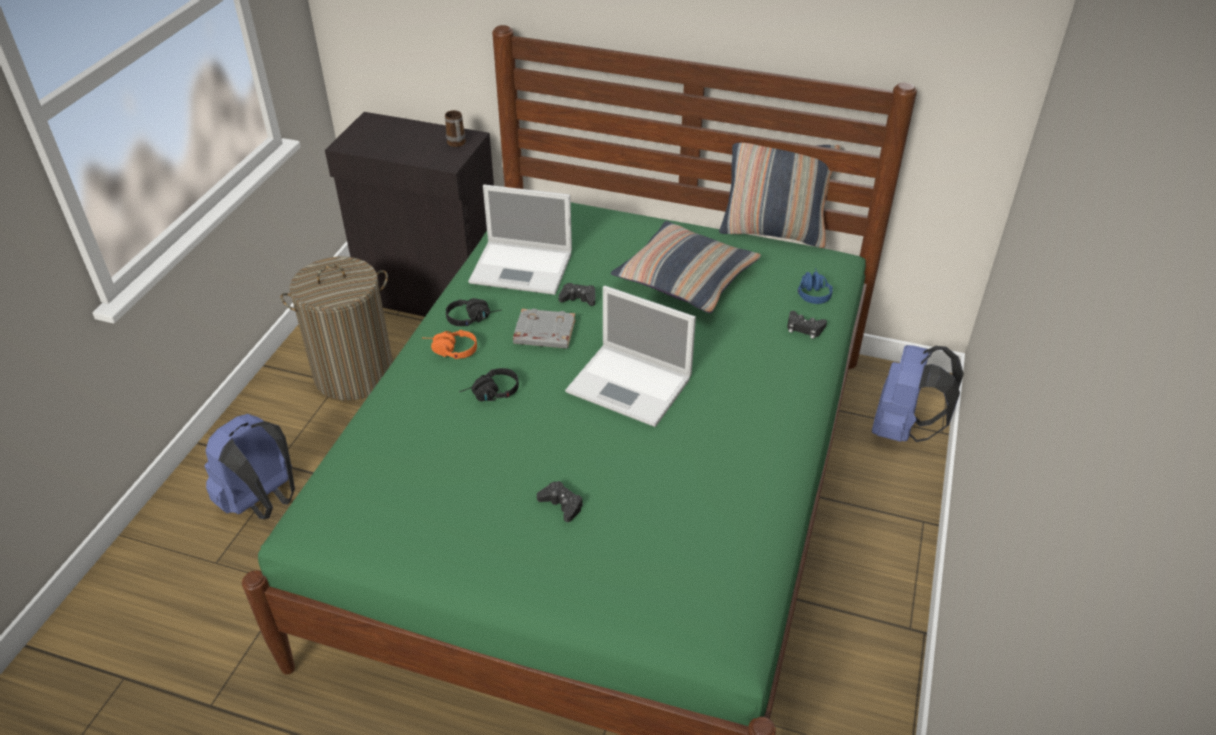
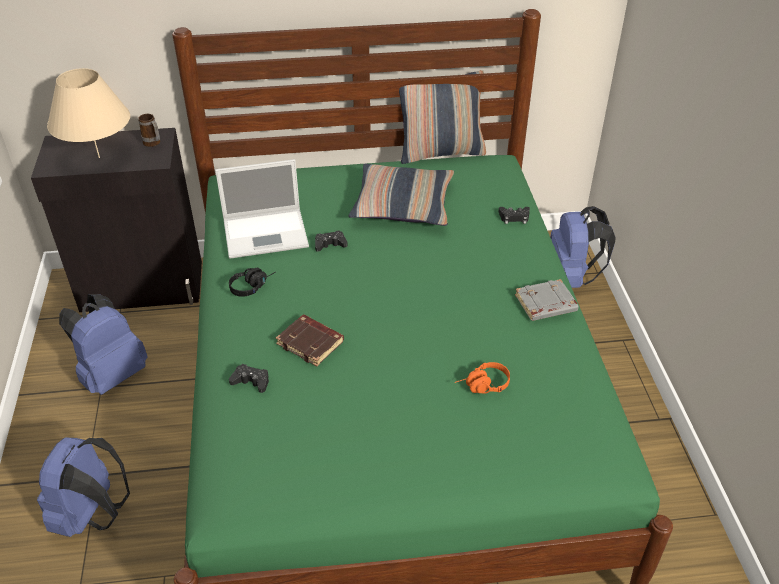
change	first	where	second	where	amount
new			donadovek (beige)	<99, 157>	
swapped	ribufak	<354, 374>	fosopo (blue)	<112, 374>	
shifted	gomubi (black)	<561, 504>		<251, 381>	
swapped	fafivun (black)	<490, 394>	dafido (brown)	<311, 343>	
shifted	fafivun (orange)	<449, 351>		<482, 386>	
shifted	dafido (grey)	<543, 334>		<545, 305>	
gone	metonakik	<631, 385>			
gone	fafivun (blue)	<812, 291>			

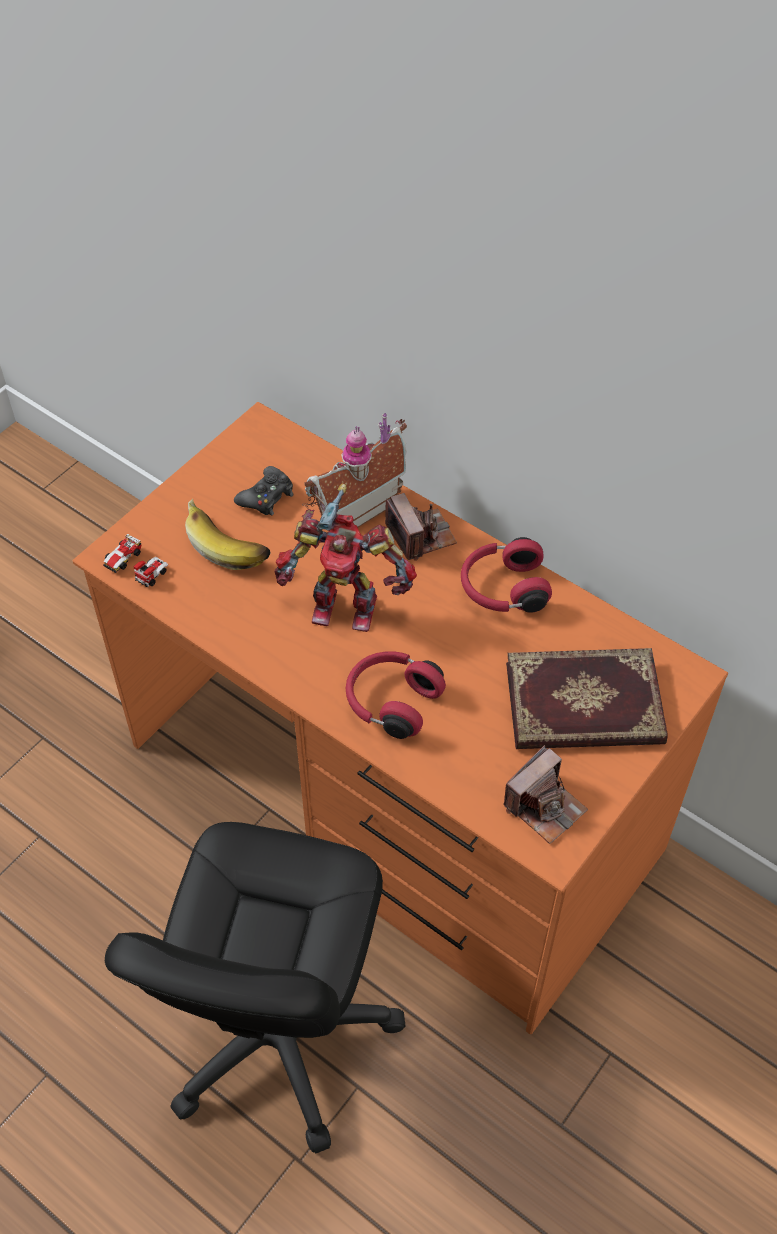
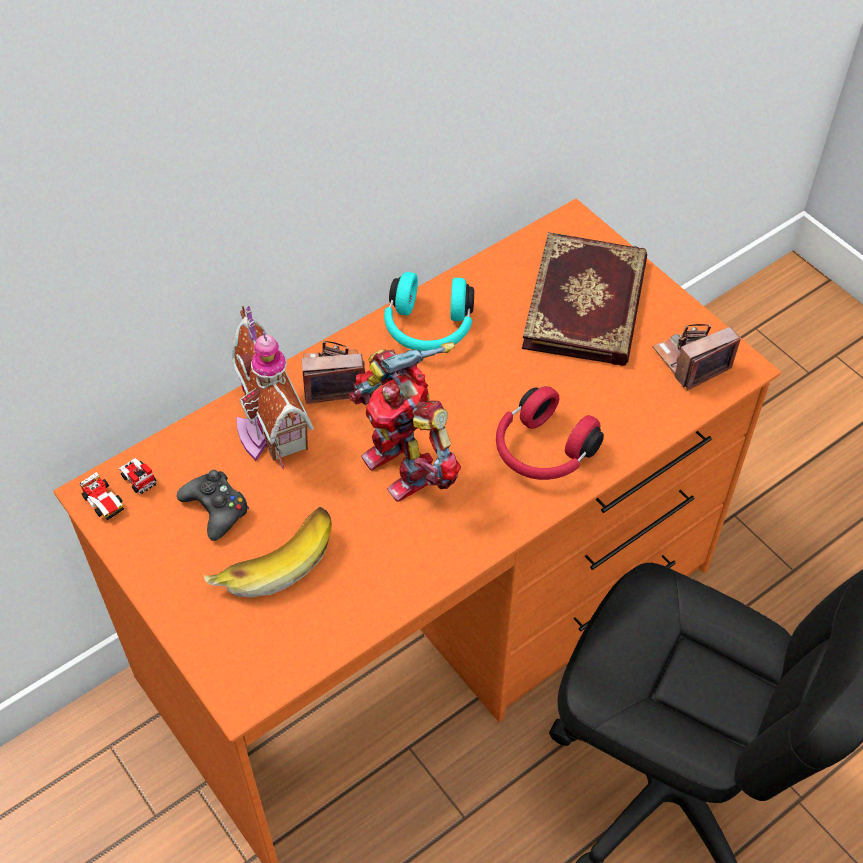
change	first	where	second	where	amount
shifted	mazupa	<136, 568>		<121, 492>	
rotated	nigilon	<345, 605>		<405, 465>	120 degrees clockwise
repainted	fafivun (red)	<502, 589>	fafivun (turquoise)	<428, 328>	
rotated	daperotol	<544, 806>		<691, 361>	90 degrees counterclockwise

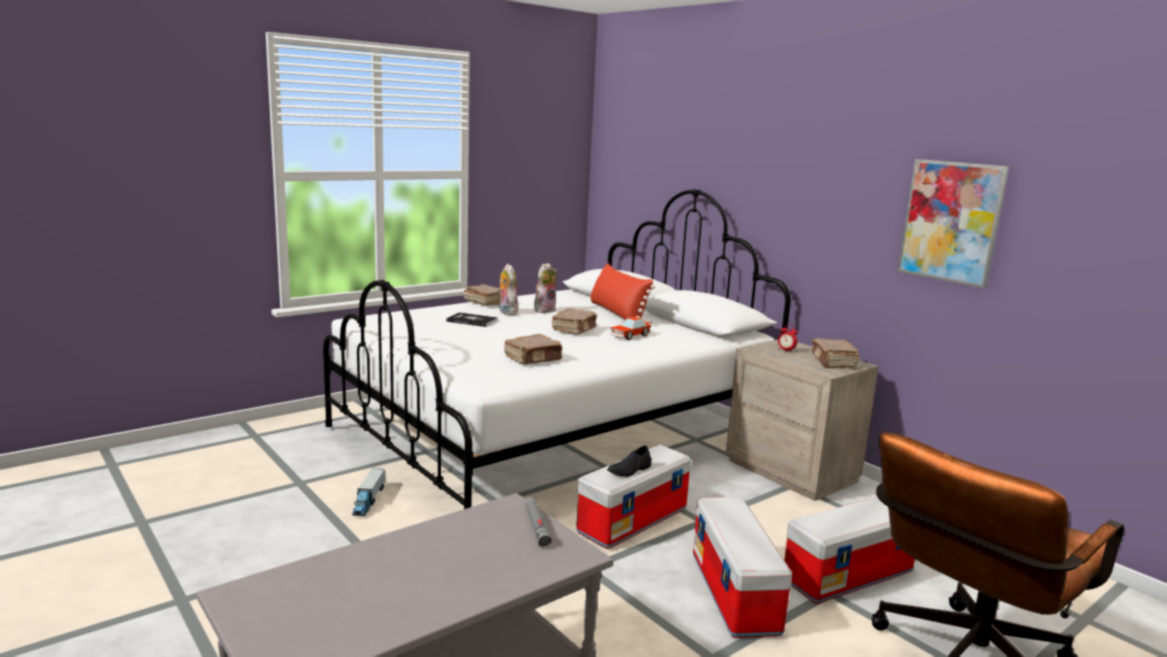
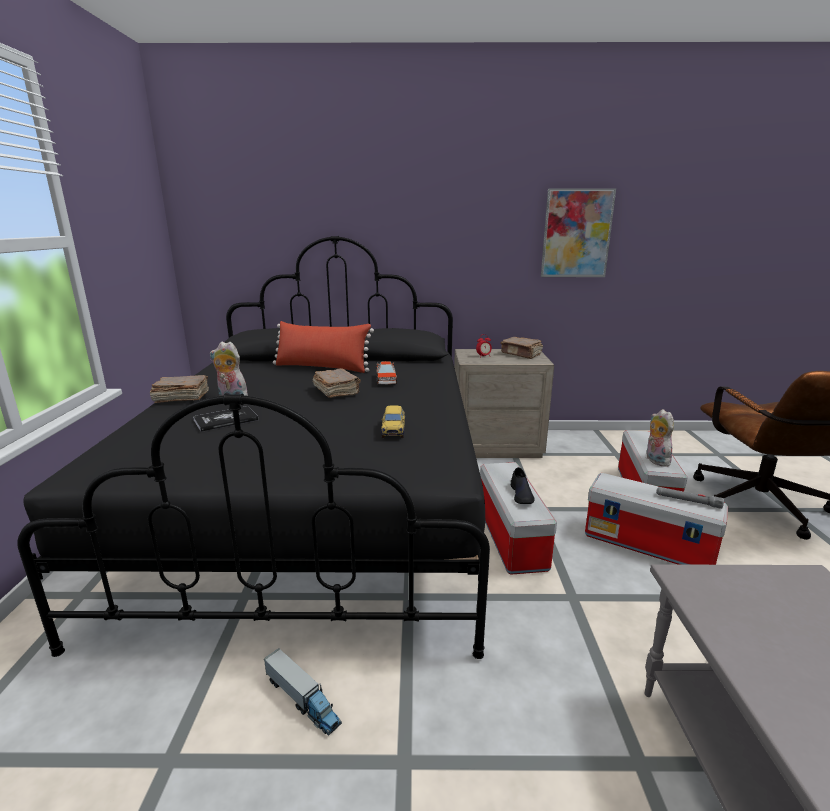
change	first	where	second	where	amount
repainted	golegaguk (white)	<553, 435>	golegaguk (black)	<321, 505>	
swapped	dafido (brown)	<533, 359>	mazupa	<393, 430>	
shifted	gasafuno	<544, 310>		<655, 460>	
shifted	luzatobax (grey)	<536, 526>		<688, 501>	

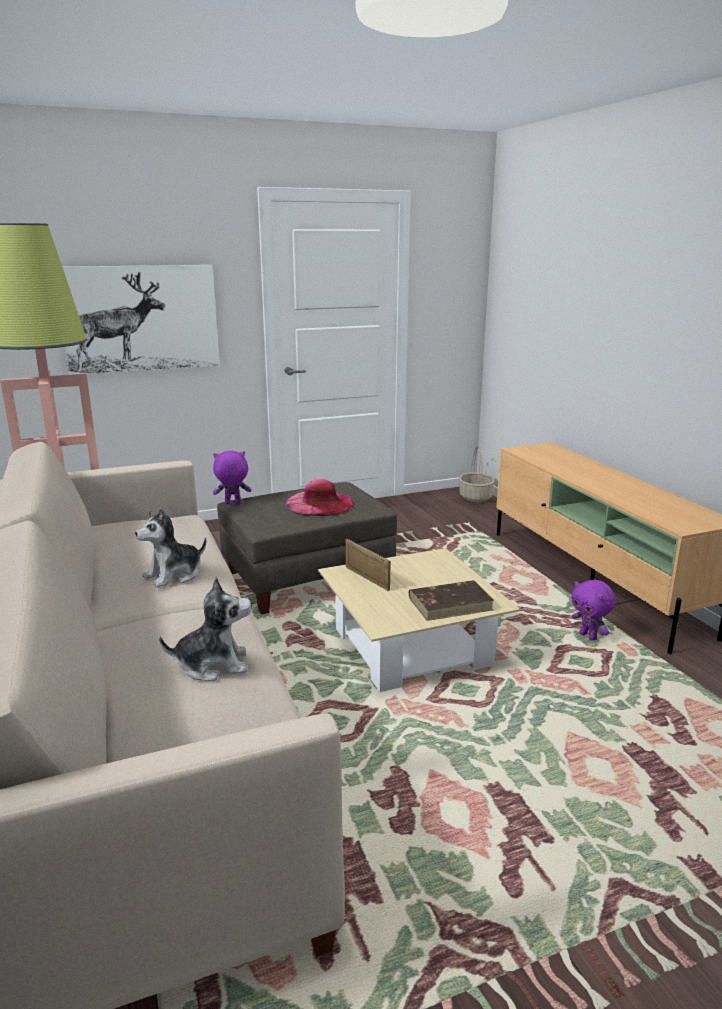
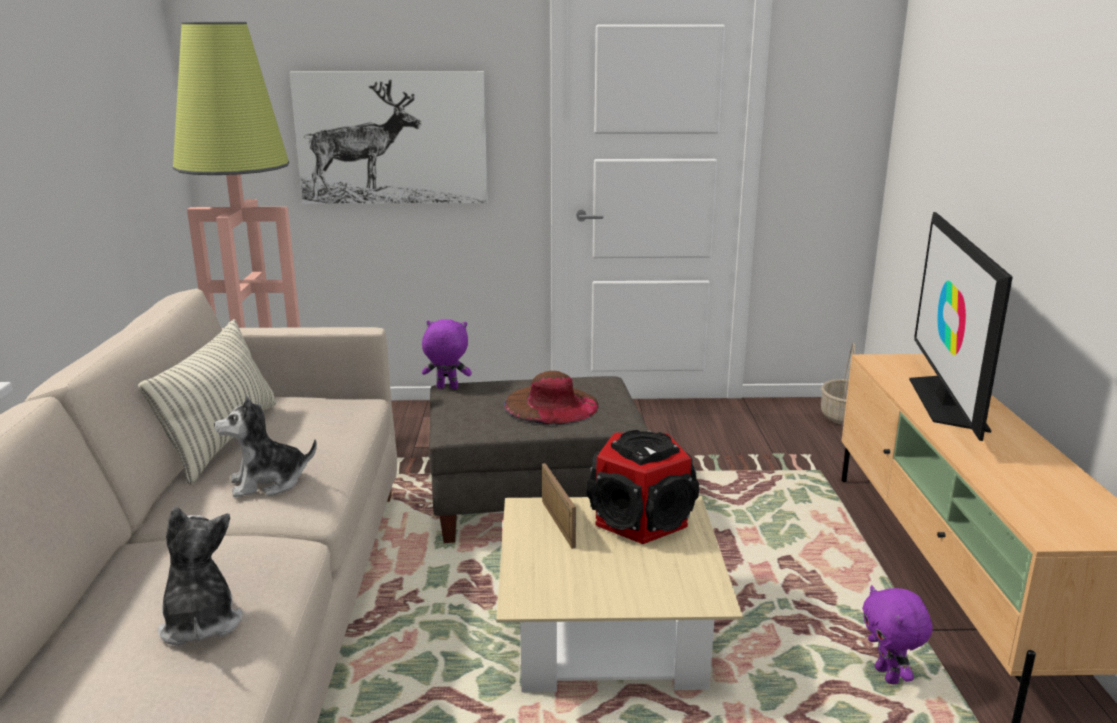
change	first	where	second	where	amount
new			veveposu	<223, 440>	
rotated	gasafuno	<213, 664>		<200, 623>	120 degrees counterclockwise
repainted	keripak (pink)	<320, 503>	keripak (brown)	<551, 404>	
new			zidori	<640, 519>	
new			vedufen	<945, 401>	
gone	dafido (brown)	<451, 603>			

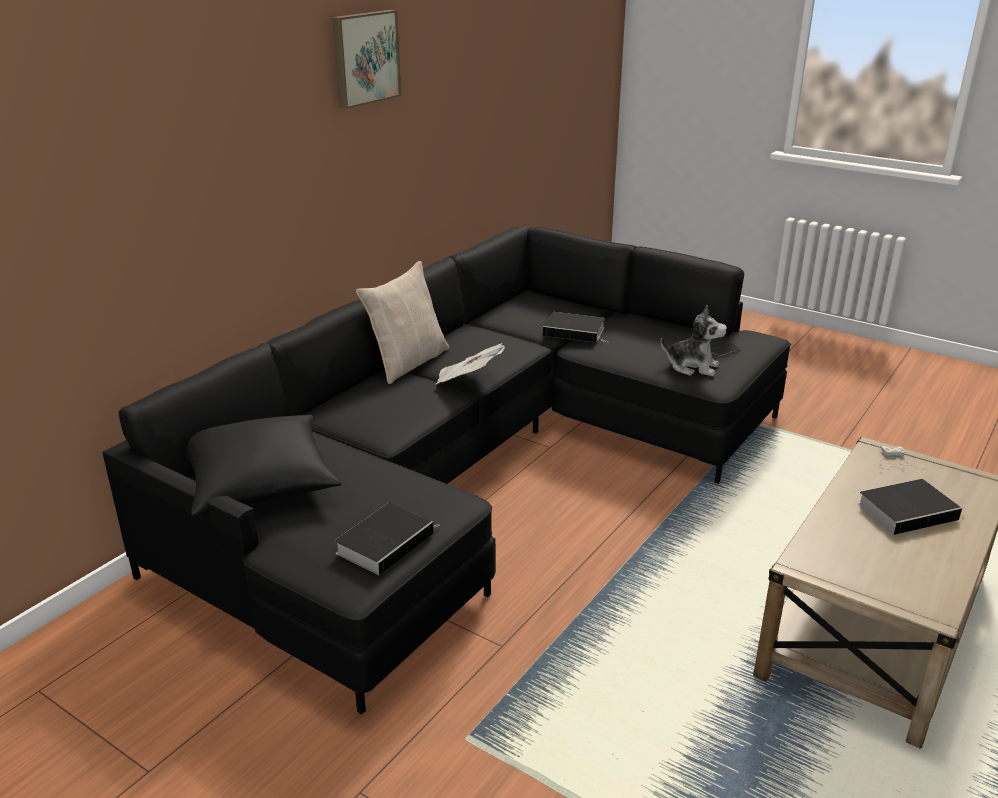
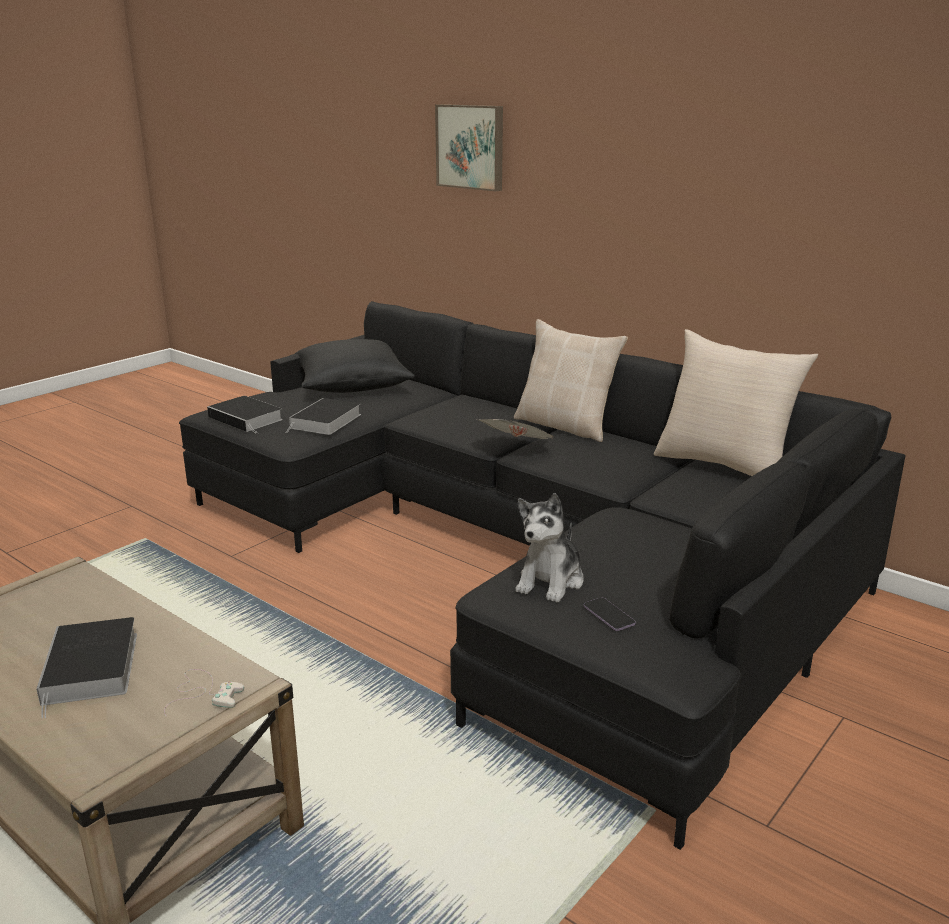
change	first	where	second	where	amount
shifted	dafido	<576, 331>		<325, 422>	
shifted	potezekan	<364, 58>		<471, 147>	
new			veveposu (beige)	<724, 465>	

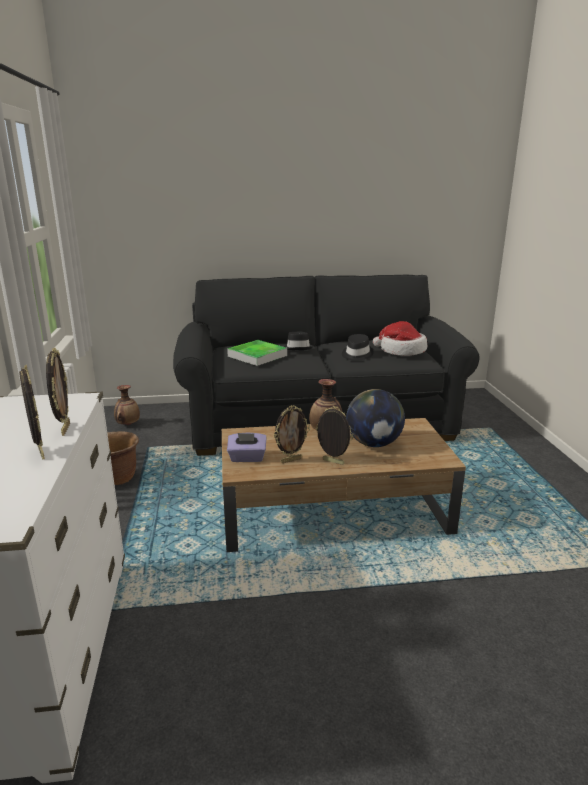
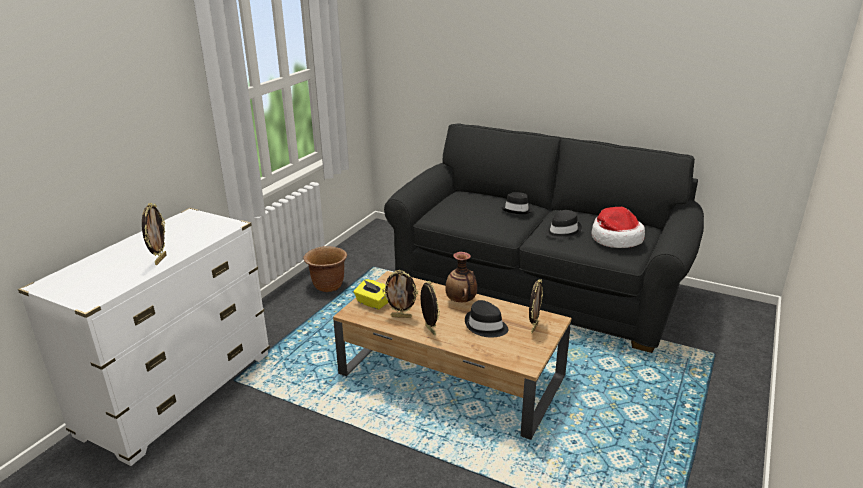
change	first	where	second	where	amount
repainted	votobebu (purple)	<247, 458>	votobebu (yellow)	<372, 303>	
swapped	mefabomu	<374, 444>	keripak (black)	<485, 326>	
shifted	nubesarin	<64, 429>		<533, 328>	
gone	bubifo	<128, 424>			
gone	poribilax	<257, 356>			

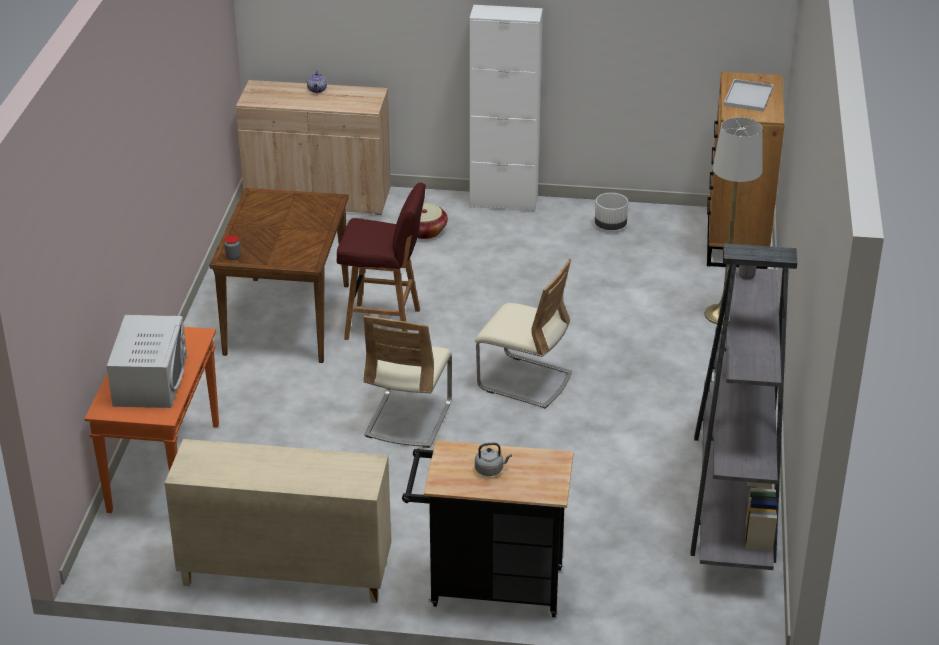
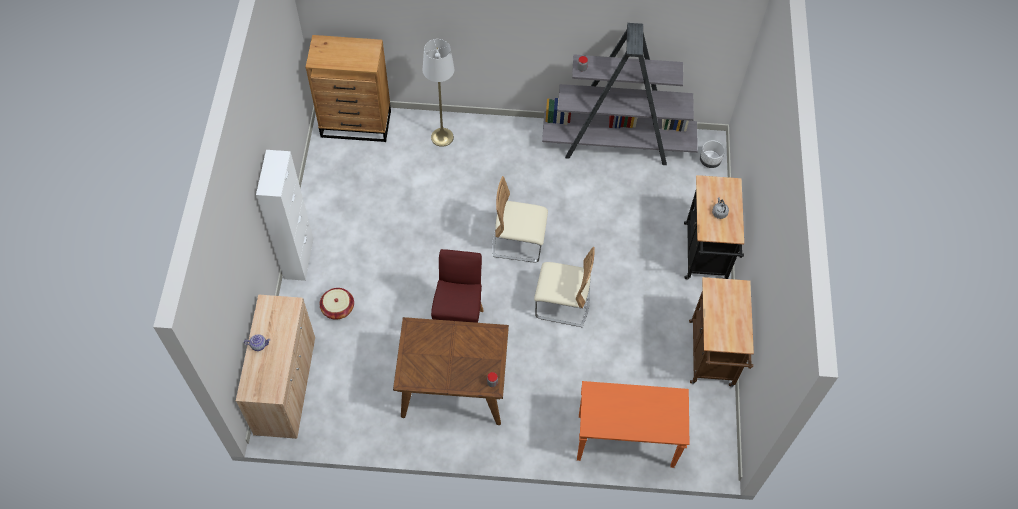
change	first	where	second	where	amount
rotated	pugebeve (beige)	<524, 381>		<518, 242>	105 degrees counterclockwise
swapped	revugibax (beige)	<284, 574>	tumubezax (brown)	<711, 358>	
shifted	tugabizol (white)	<610, 226>		<709, 160>	
gone	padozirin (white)	<150, 380>			
gone	poribilax (white)	<749, 97>			

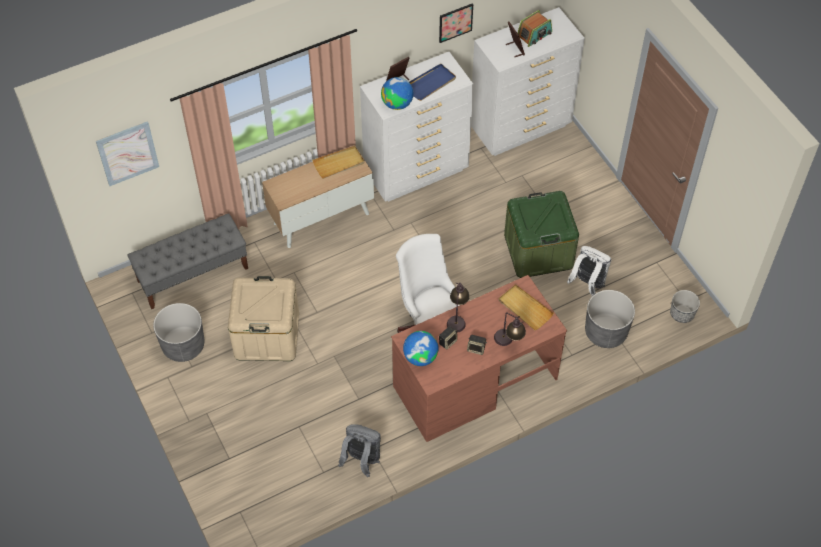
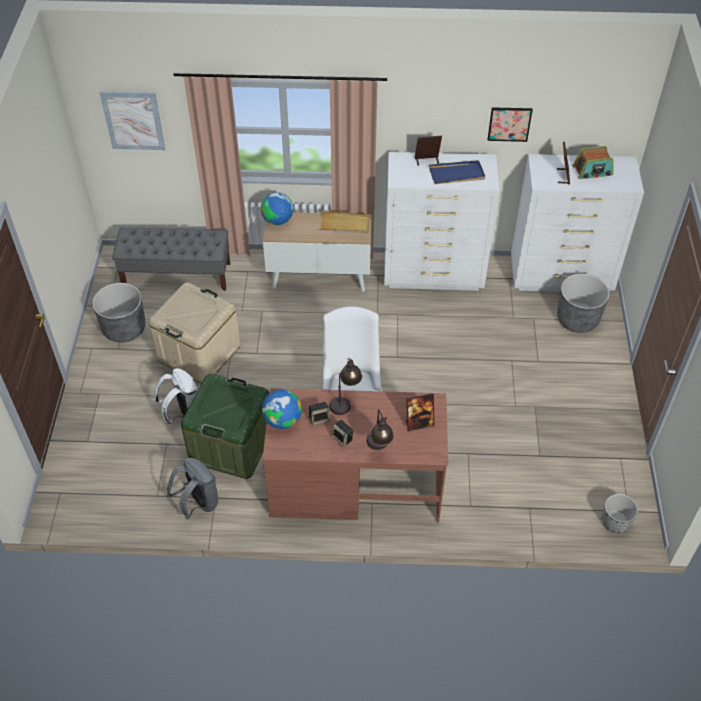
change	first	where	second	where	amount
shifted	fosopo (white)	<587, 284>		<183, 414>	
shifted	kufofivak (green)	<538, 251>		<231, 445>	
shifted	mefabomu	<397, 104>		<278, 220>	
swapped	poribilax (beige)	<525, 308>	nubesarin	<419, 423>	
shifted	tugabizol (grey)	<605, 332>		<577, 319>	

